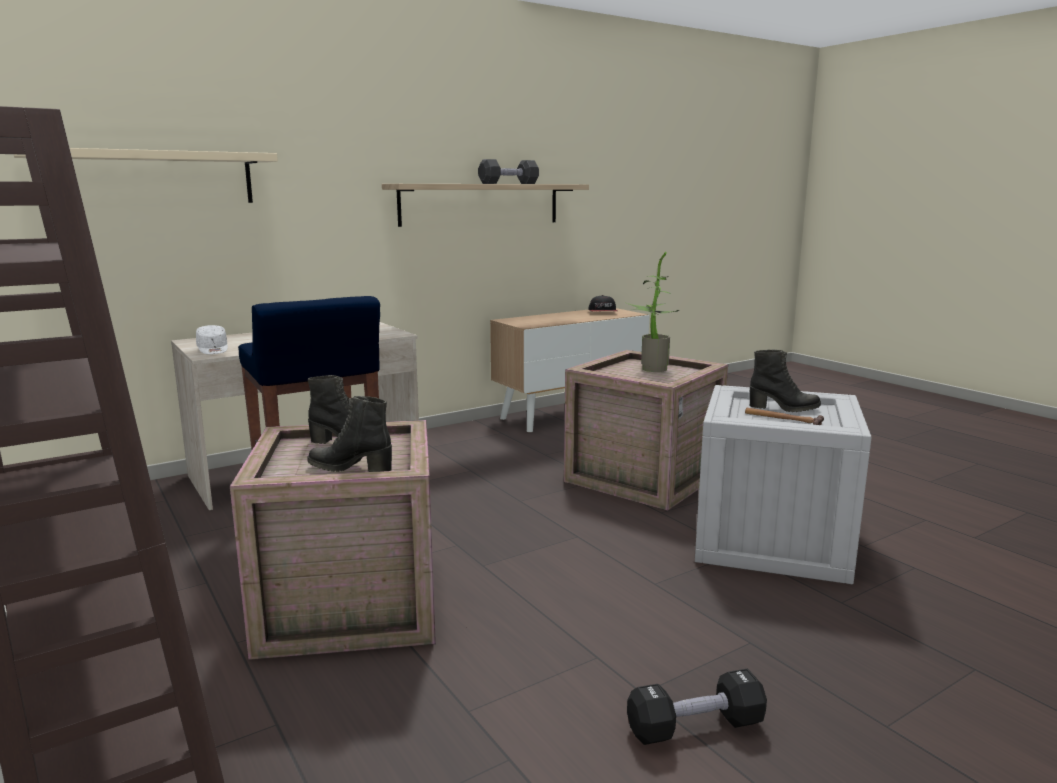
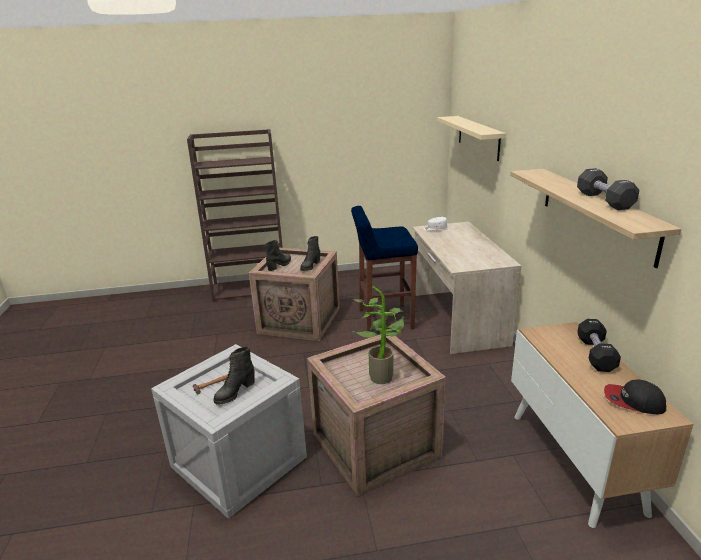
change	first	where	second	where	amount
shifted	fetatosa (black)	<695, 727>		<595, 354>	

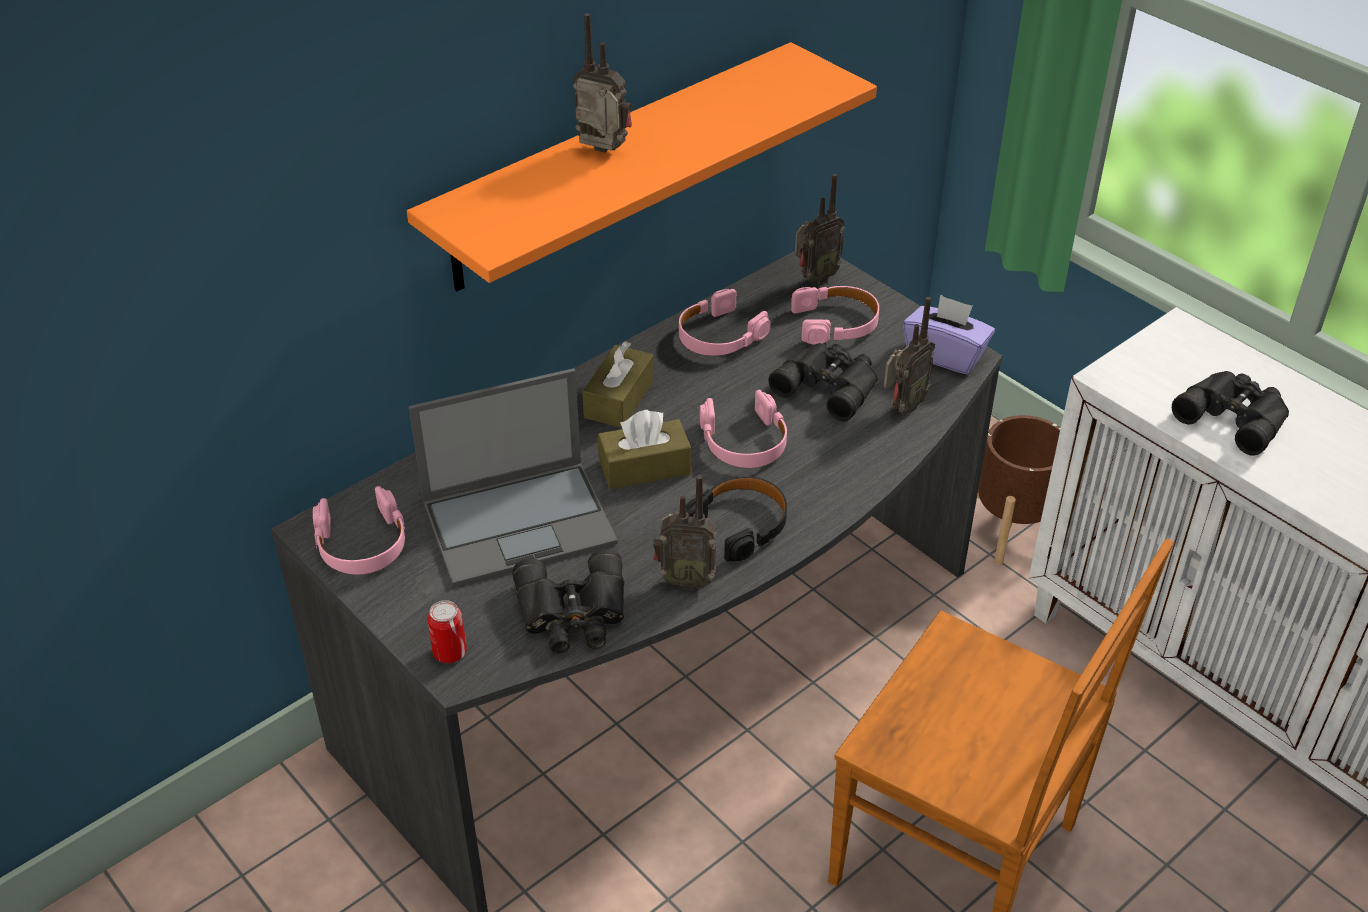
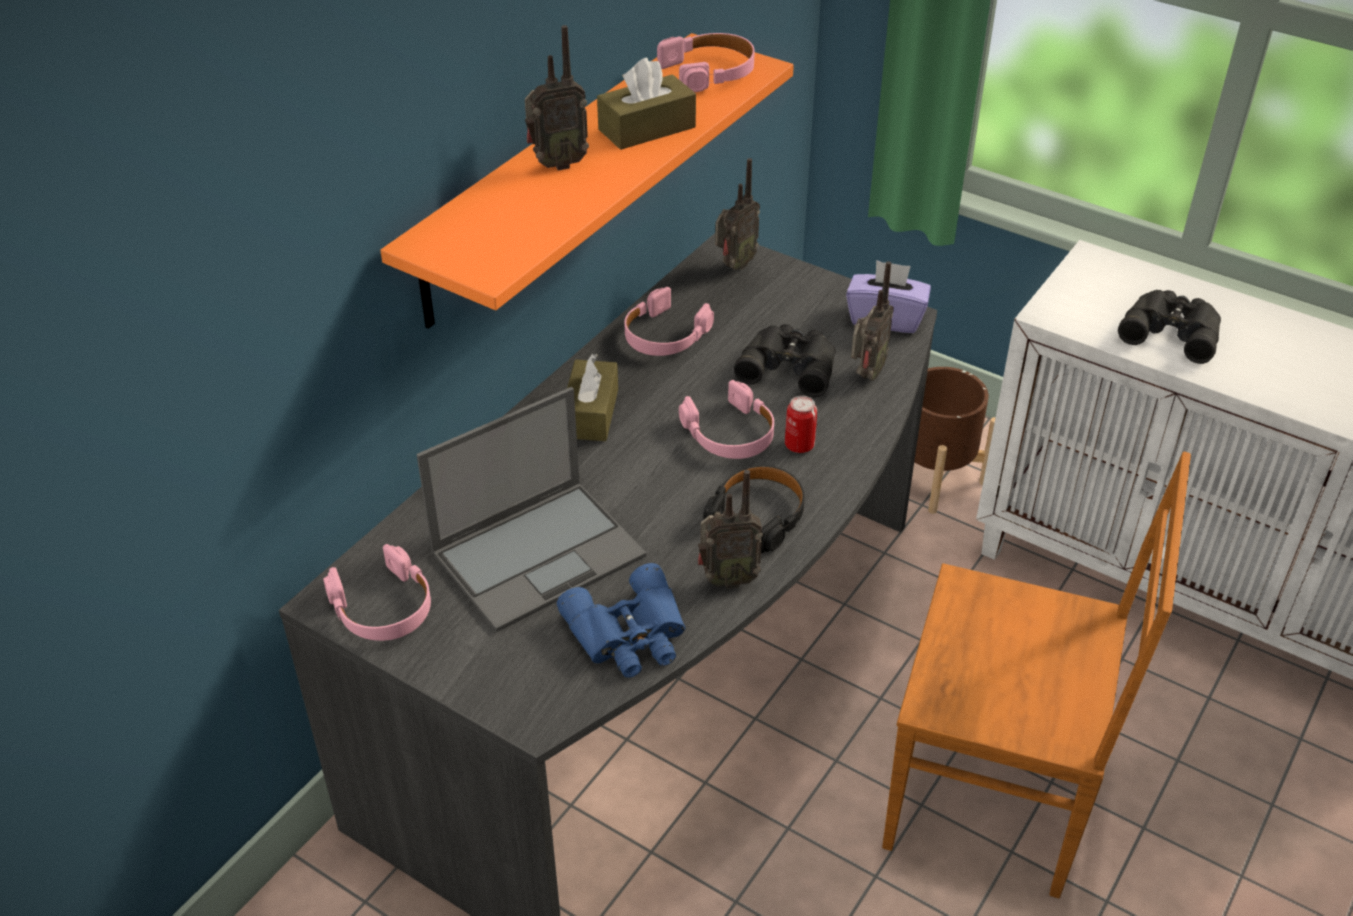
change	first	where	second	where	amount
rotated	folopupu	<602, 153>		<556, 164>	150 degrees clockwise
repainted	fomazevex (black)	<573, 613>	fomazevex (blue)	<629, 635>	
shifted	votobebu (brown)	<644, 467>		<647, 128>	
shifted	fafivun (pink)	<836, 323>		<709, 72>	
shifted	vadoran	<450, 652>		<799, 445>	

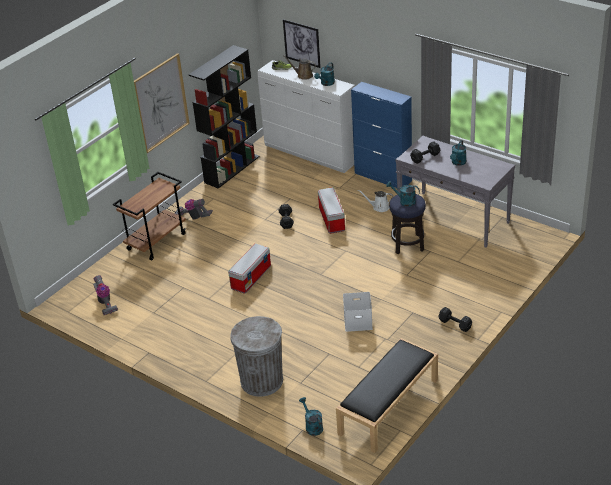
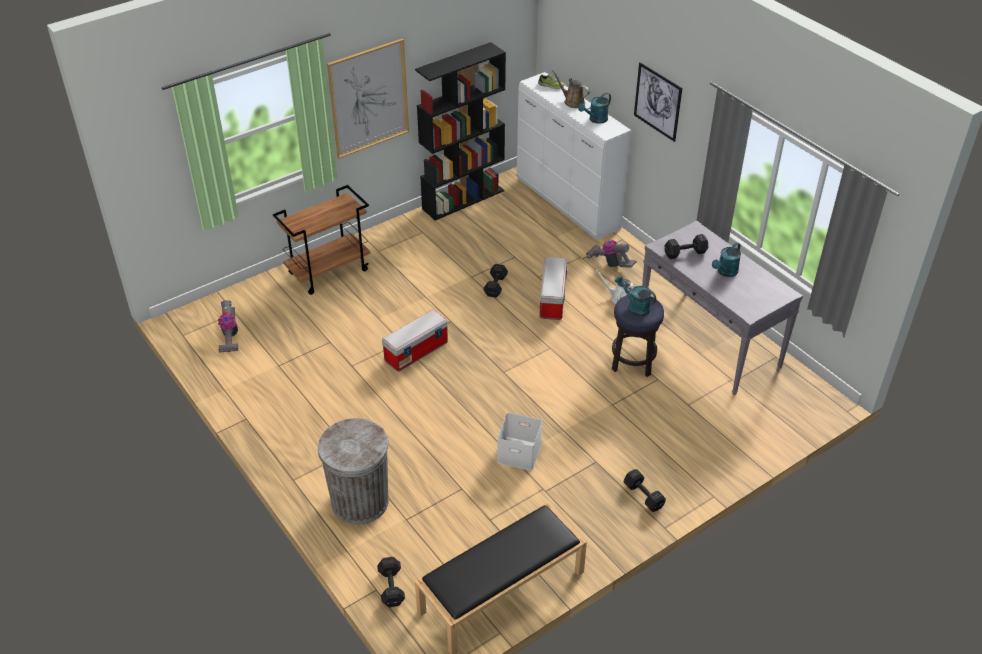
change	first	where	second	where	amount
swapped	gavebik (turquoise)	<312, 426>	fetatosa (black)	<391, 588>	
shifted	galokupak	<193, 217>		<610, 263>	
shifted	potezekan	<301, 43>		<657, 101>	
gone	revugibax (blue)	<383, 177>			

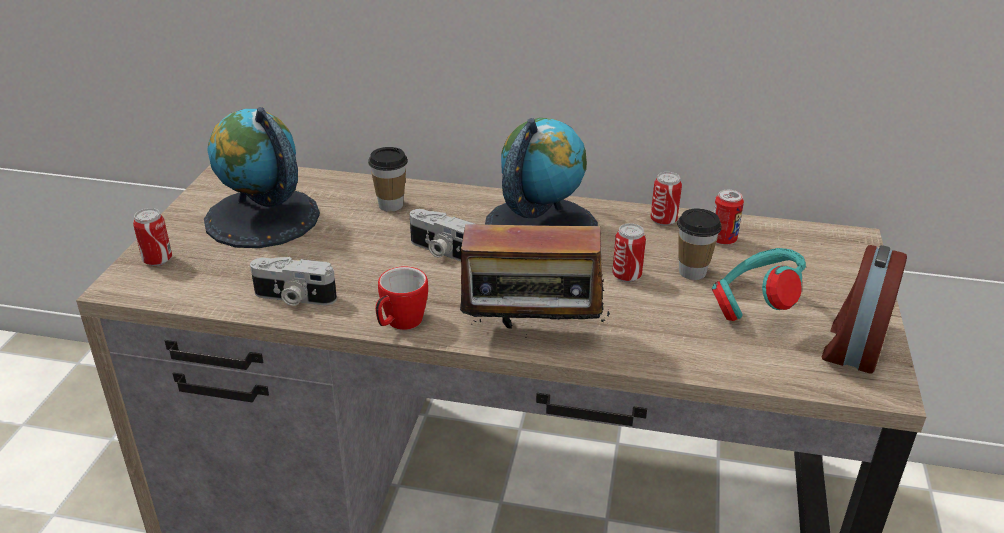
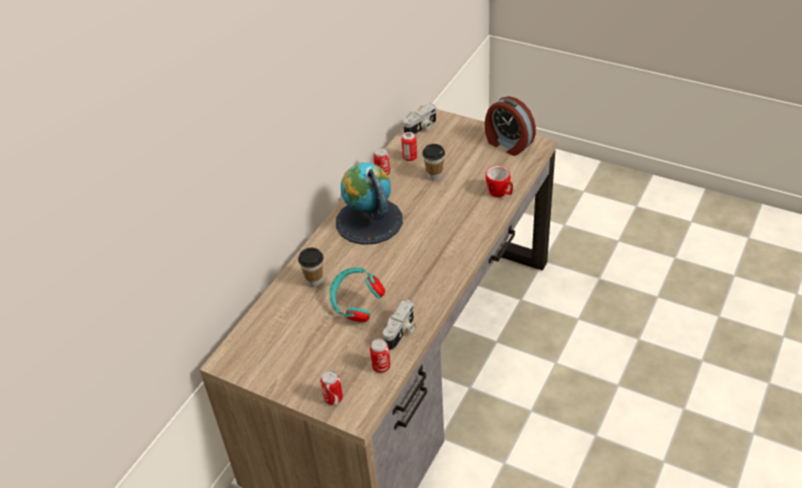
change	first	where	second	where	amount
shifted	fafivun (turquoise)	<754, 307>		<356, 306>	
shifted	vadoran	<626, 276>		<381, 367>	
shifted	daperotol	<442, 251>		<421, 128>	
shifted	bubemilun	<400, 323>		<500, 193>	
gone	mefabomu	<262, 218>			
gone	folopupu	<531, 335>			

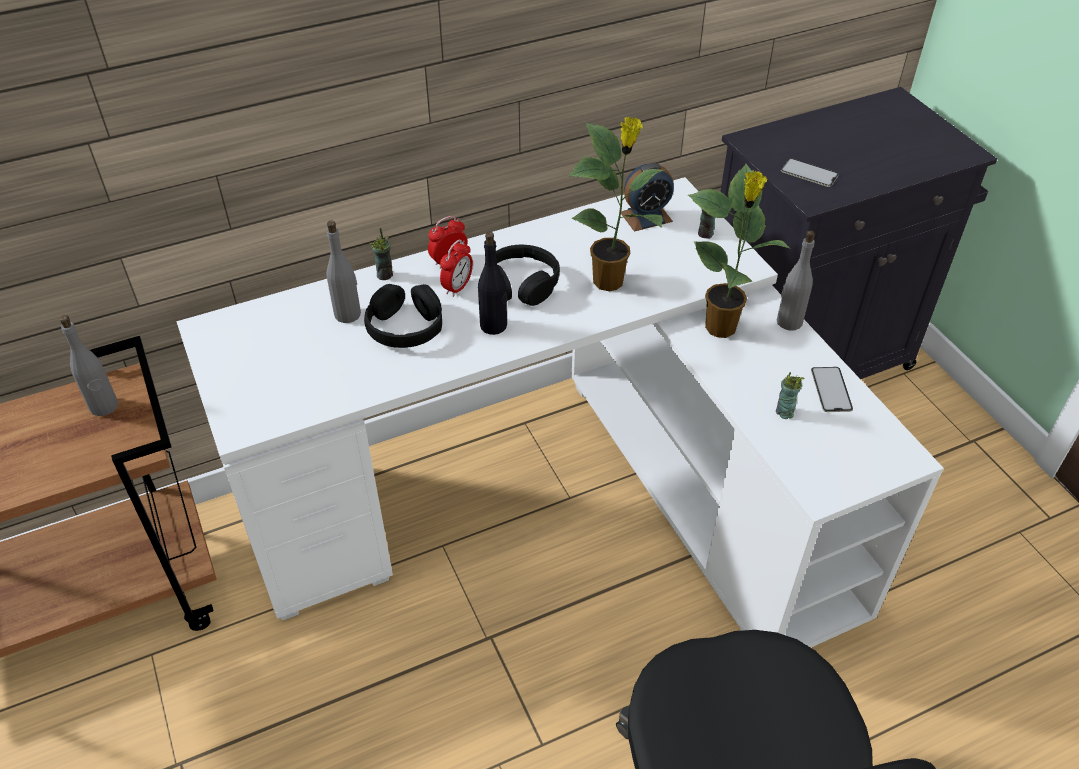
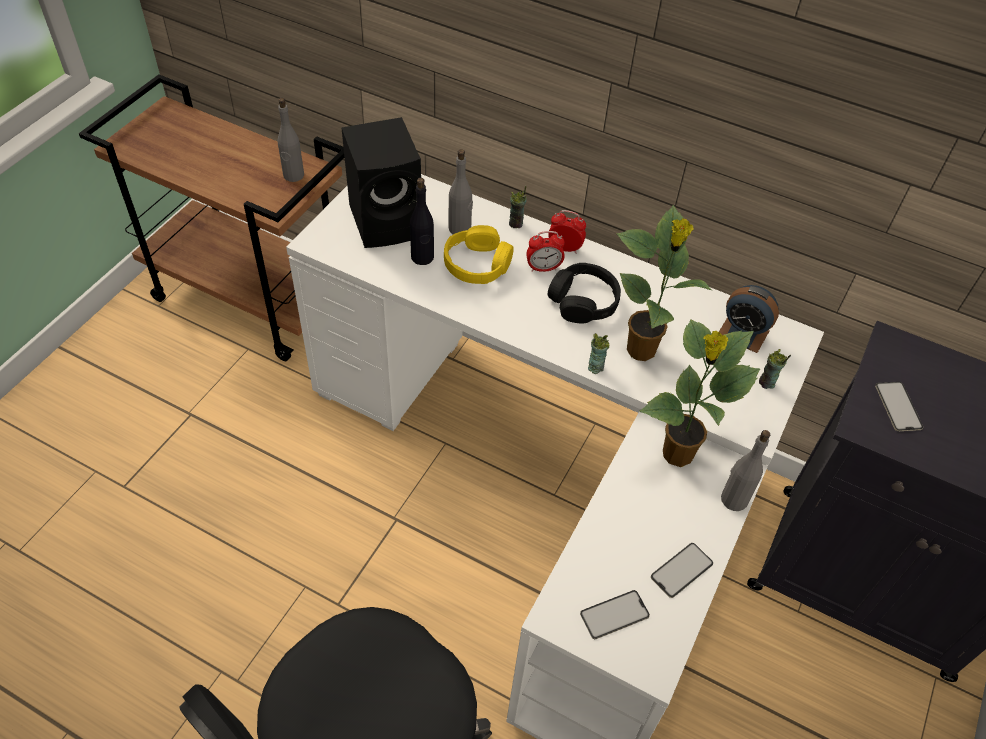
change	first	where	second	where	amount
new			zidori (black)	<388, 221>	
shifted	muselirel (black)	<494, 326>		<422, 257>	
repainted	fafivun (black)	<405, 326>	fafivun (yellow)	<477, 264>	
new			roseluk	<614, 614>	
shifted	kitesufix	<784, 412>		<595, 367>	

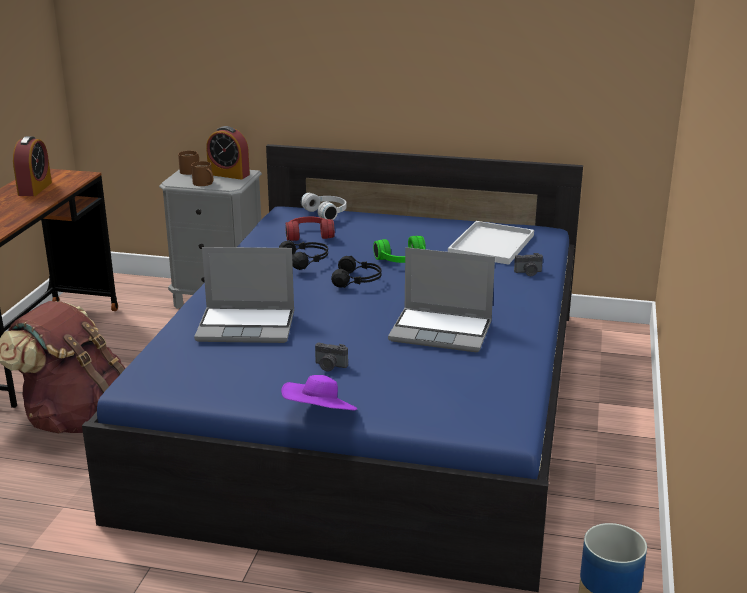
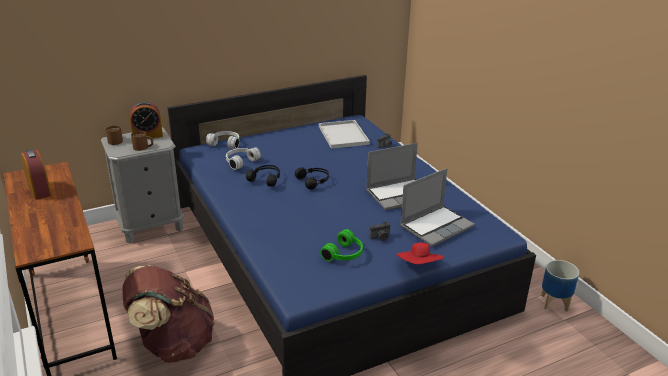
change	first	where	second	where	amount
repainted	fafivun (red)	<308, 235>	fafivun (white)	<240, 162>	
shifted	fafivun (green)	<402, 261>		<345, 254>	
repainted	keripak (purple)	<320, 415>	keripak (red)	<419, 266>	
shifted	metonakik	<247, 326>		<436, 226>	

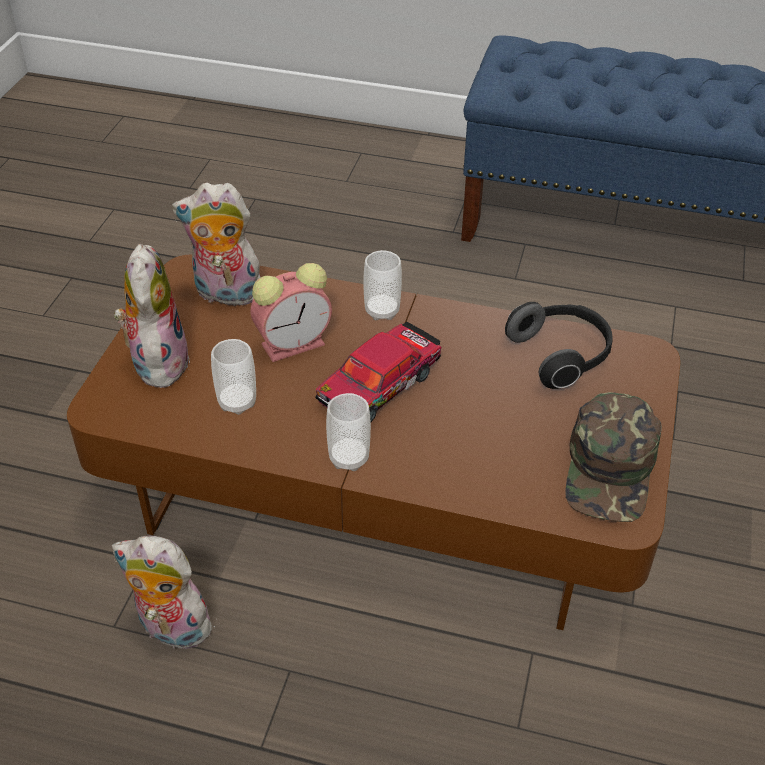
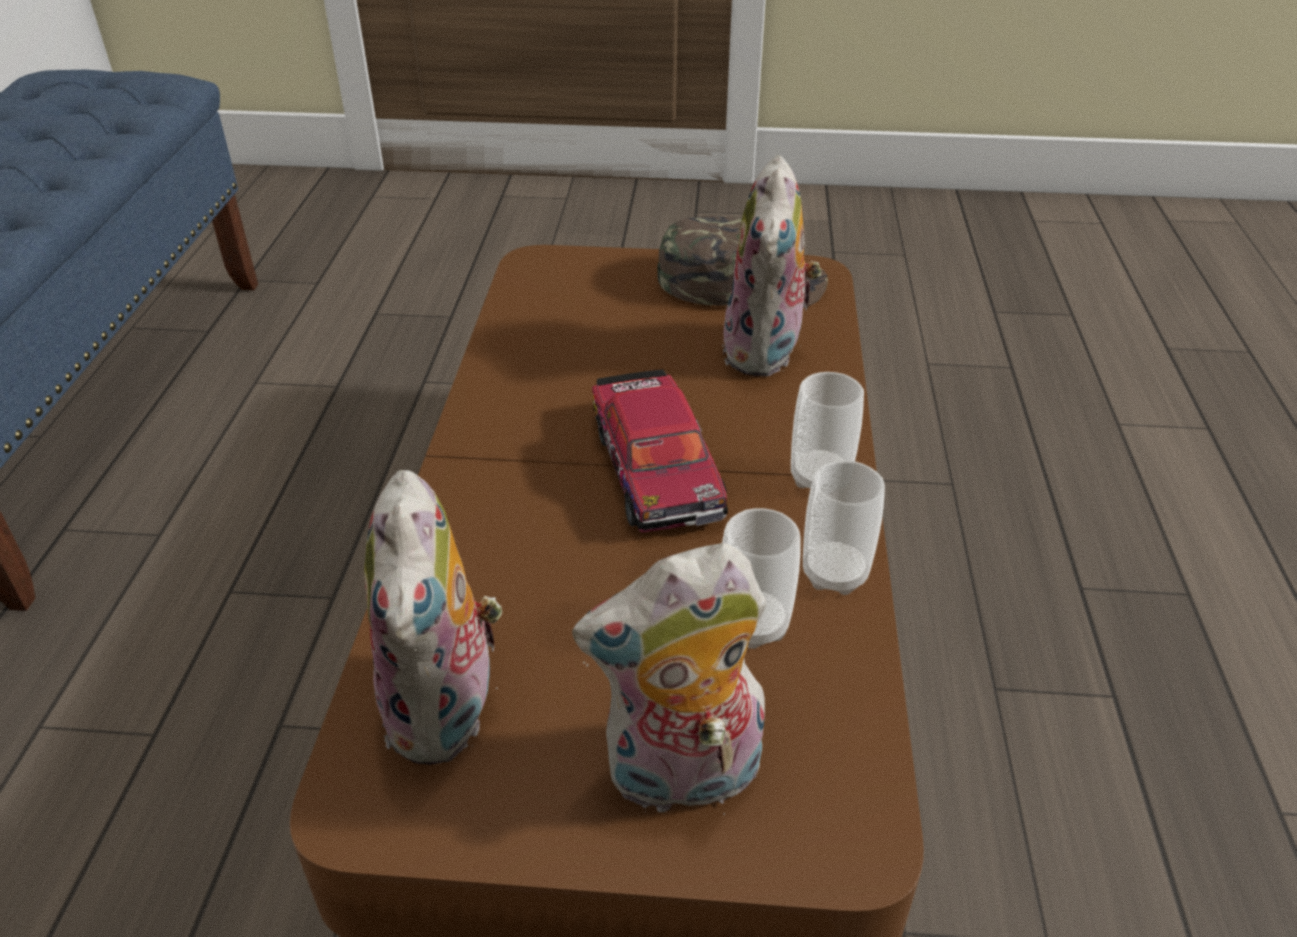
change	first	where	second	where	amount
rotated	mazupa	<380, 384>		<656, 466>	45 degrees clockwise
shifted	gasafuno	<170, 629>		<766, 353>	
shifted	kitesufix	<382, 311>		<834, 574>	
gone	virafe	<295, 343>			
gone	fafivun	<561, 355>			

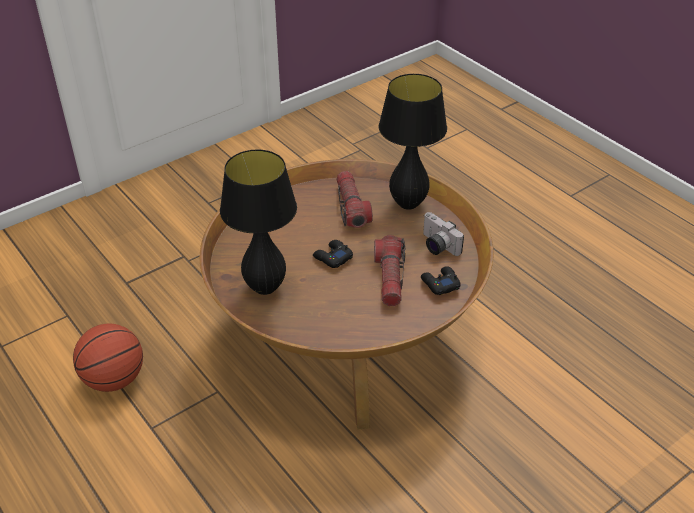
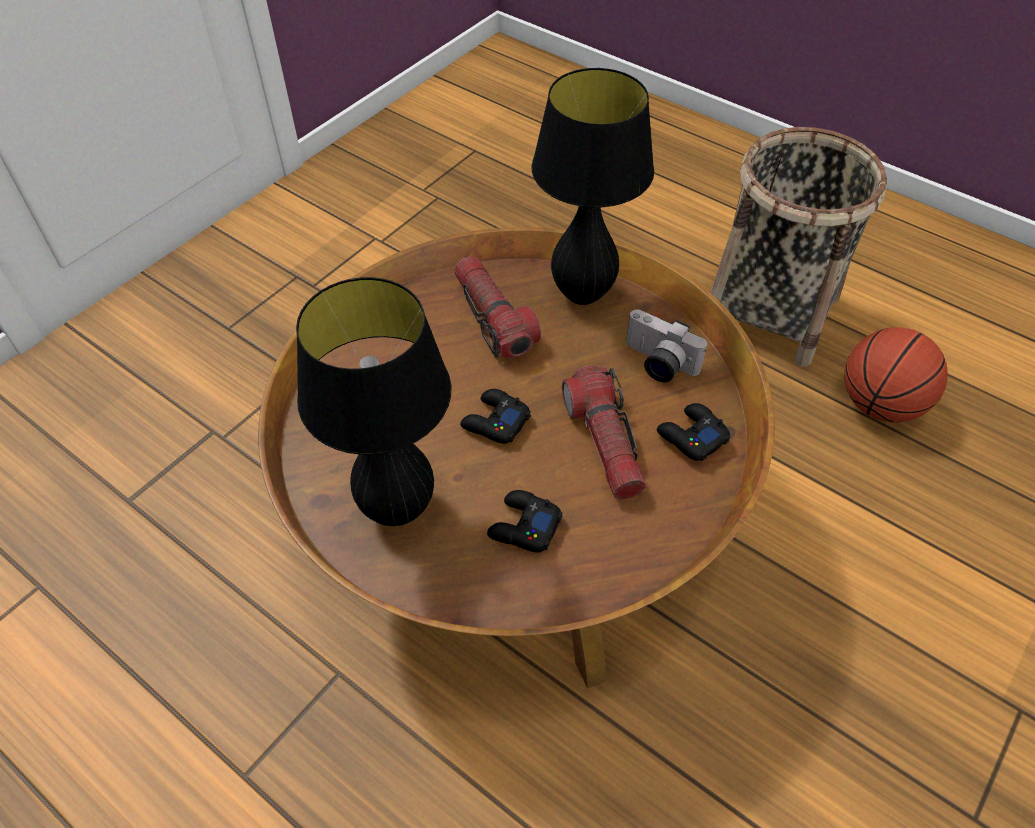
change	first	where	second	where	amount
new			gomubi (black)	<523, 527>	
new			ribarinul	<770, 313>	
shifted	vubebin	<114, 379>		<879, 404>	

